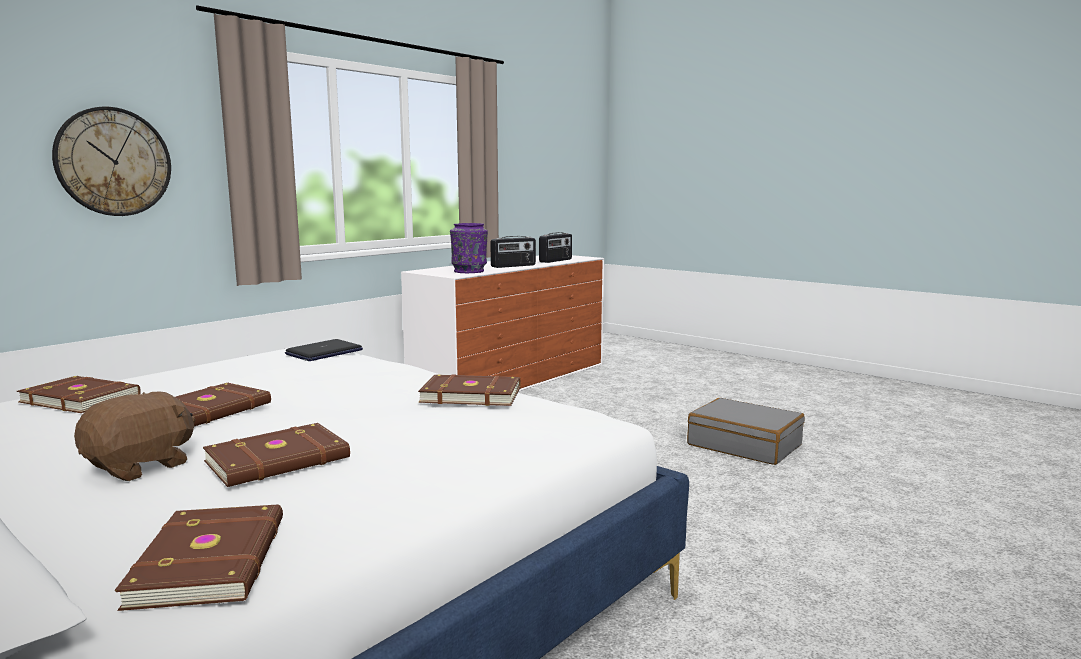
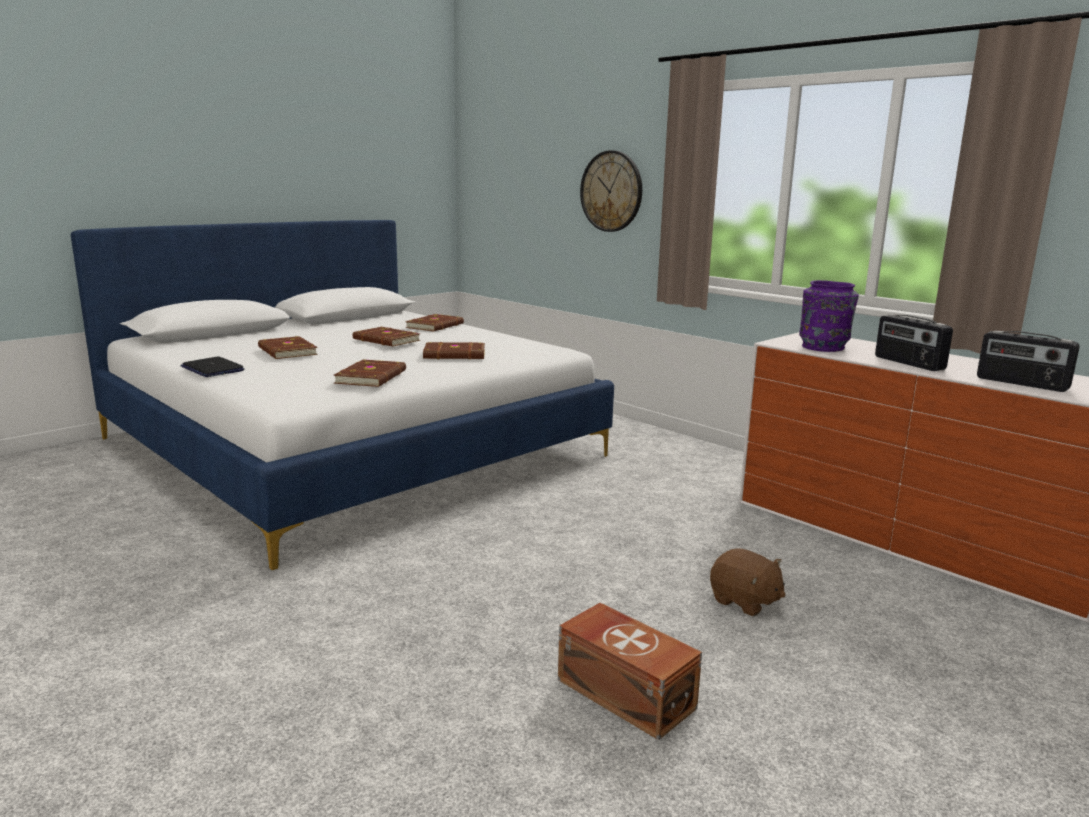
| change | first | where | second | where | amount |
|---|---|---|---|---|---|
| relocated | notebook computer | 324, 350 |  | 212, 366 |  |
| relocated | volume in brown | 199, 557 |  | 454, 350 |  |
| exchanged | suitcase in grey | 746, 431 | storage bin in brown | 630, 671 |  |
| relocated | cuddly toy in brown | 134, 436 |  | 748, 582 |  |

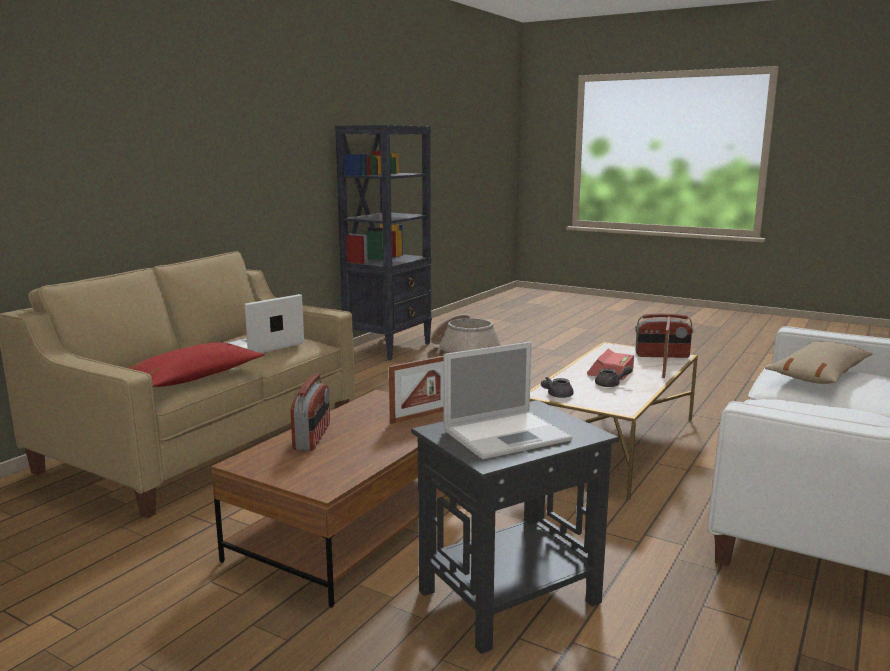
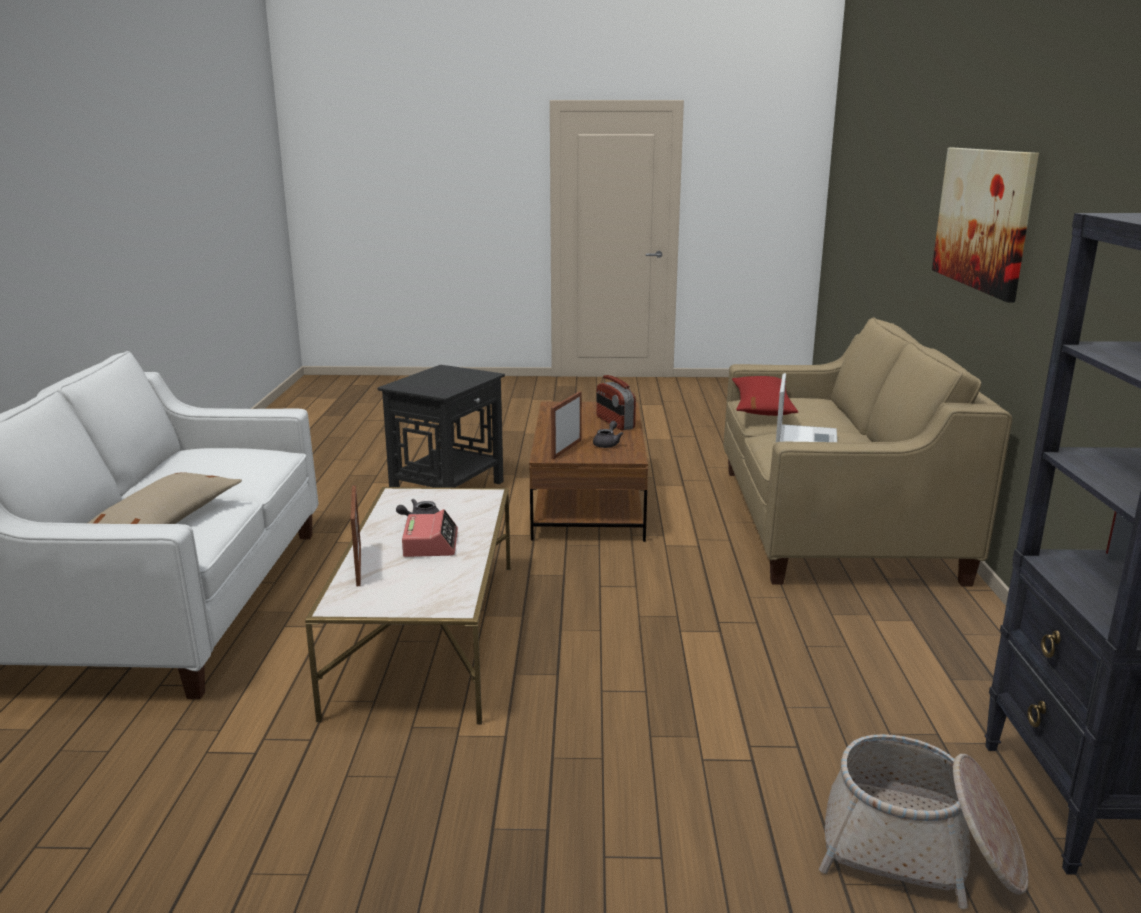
| change | first | where | second | where | amount |
|---|---|---|---|---|---|
| relocated | pot for tea in grey | 557, 387 |  | 608, 434 |  |
| appeared |  |  | wall picture | 985, 225 |  |
| missing | notebook computer | 508, 401 |  |  |  |
| missing | radio set | 664, 336 |  |  |  |

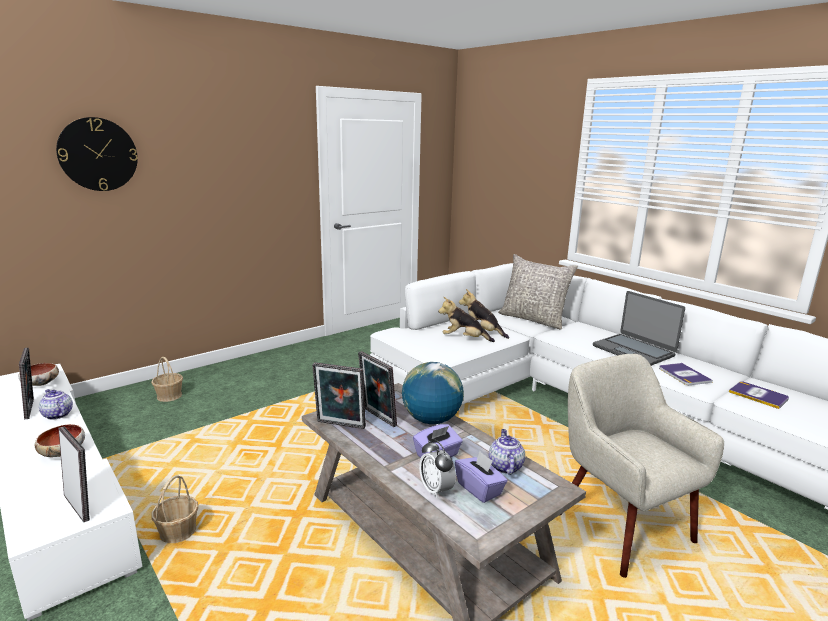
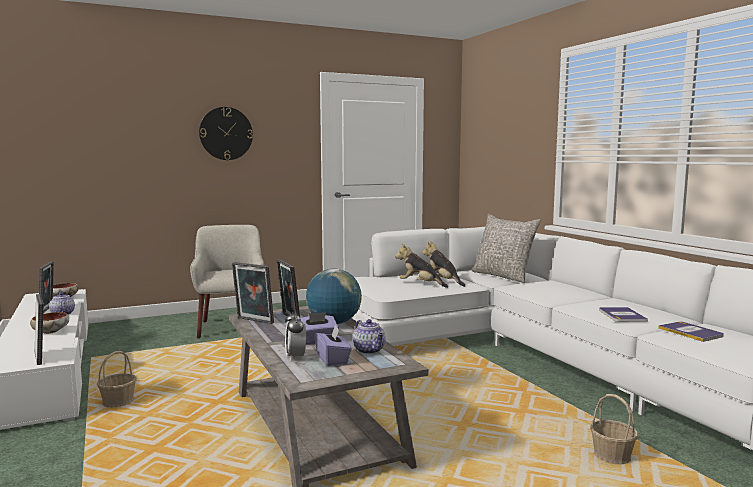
| change | first | where | second | where | amount |
|---|---|---|---|---|---|
| relocated | easy chair in sand-coloured | 642, 466 |  | 227, 281 |  |
| relocated | hanging clock | 97, 154 |  | 226, 133 |  |
| spun | pot for tea | 507, 452 |  | 369, 336 | 135 degrees clockwise |
| relocated | household basket | 167, 379 |  | 614, 429 |  |
| missing | notebook computer | 639, 328 |  |  |  |

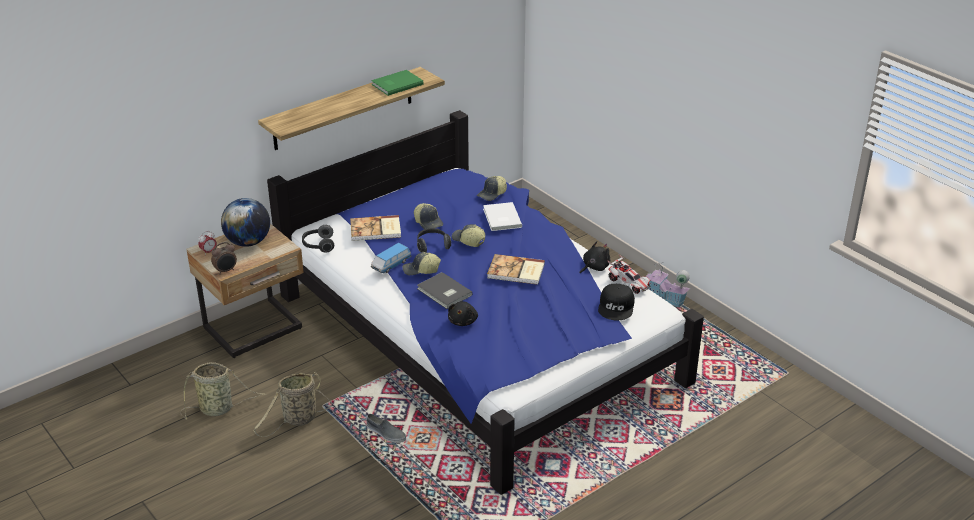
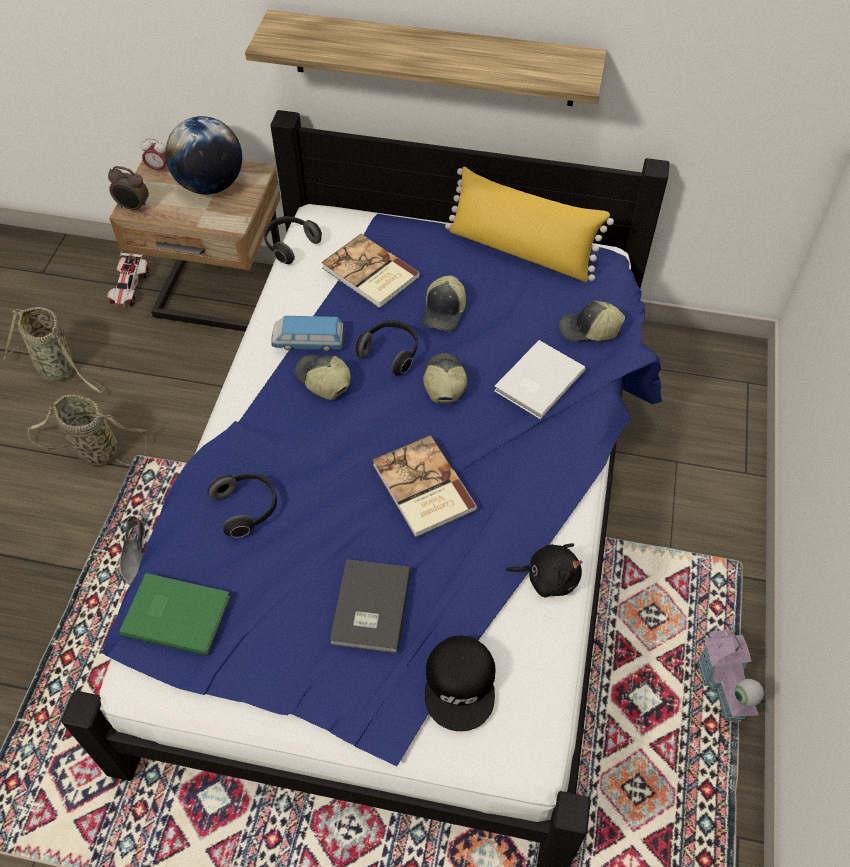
| change | first | where | second | where | amount |
|---|---|---|---|---|---|
| relocated | toy car | 629, 274 |  | 128, 279 |  |
| relocated | volume in green | 397, 83 |  | 175, 614 |  |
| exchanged | cuddly toy in black-coloured | 463, 313 | pair of headphones | 242, 505 |  |
| relocated | volume in grey | 445, 290 |  | 370, 606 |  |
| spun | cap in black-coloured | 616, 302 |  | 460, 683 | 60 degrees counterclockwise |
| appeared |  |  | cushion in yellow-coloured | 529, 224 |  |

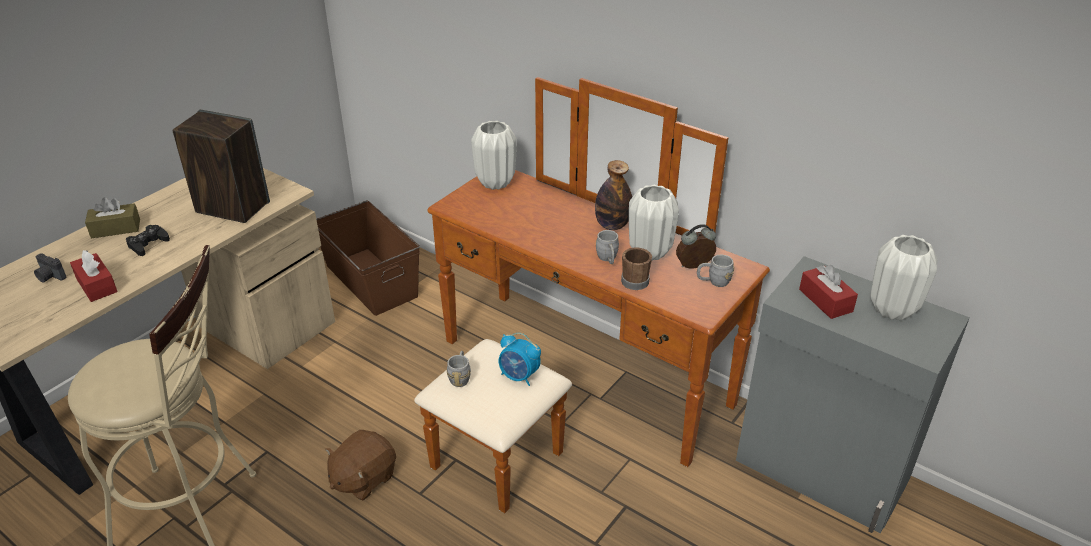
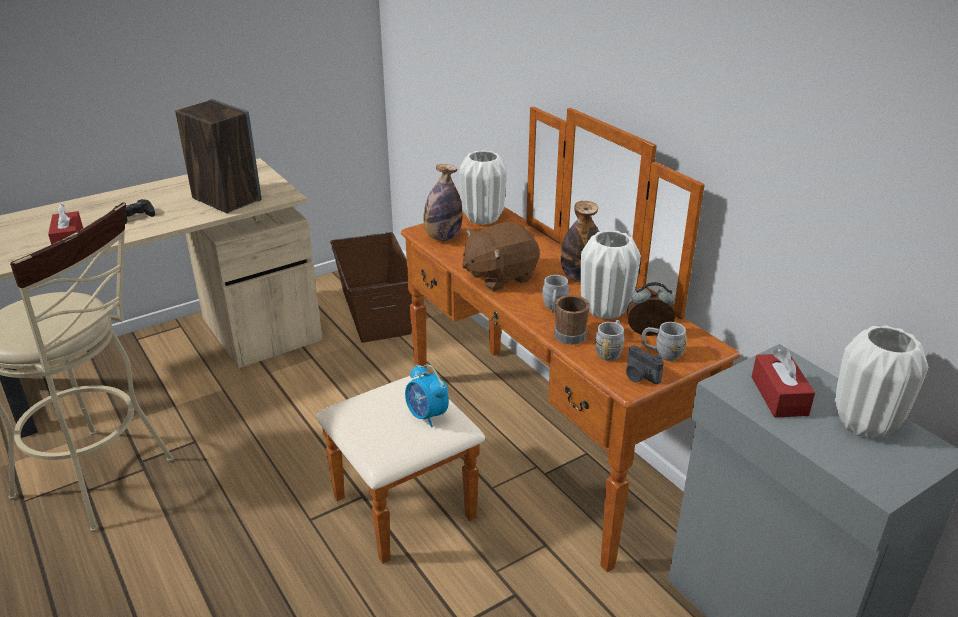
| change | first | where | second | where | amount |
|---|---|---|---|---|---|
| appeared |  |  | bottle | 443, 202 |  |
| relocated | cuddly toy in brown | 360, 465 |  | 500, 256 |  |
| relocated | coffee mug in grey | 459, 369 |  | 609, 340 |  |
| relocated | still camera | 50, 268 |  | 645, 364 |  |
| missing | tissue holder in brown | 112, 217 |  |  |  |

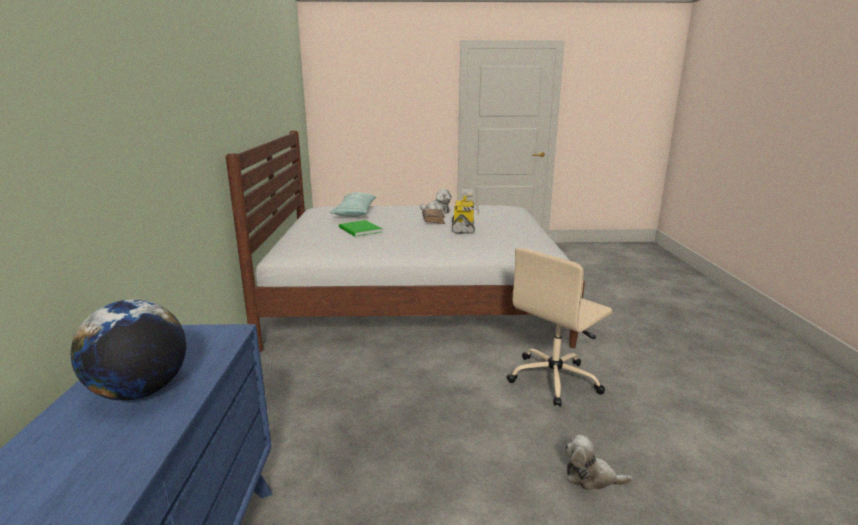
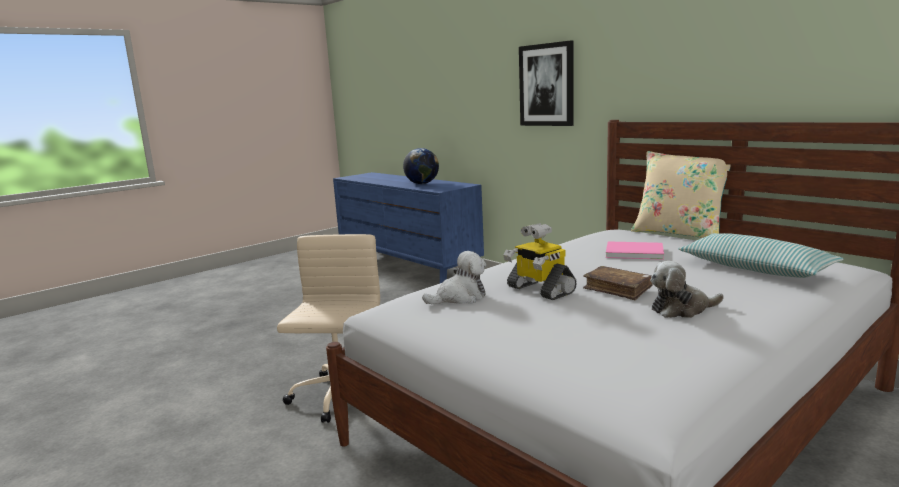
| change | first | where | second | where | amount |
|---|---|---|---|---|---|
| relocated | cuddly toy | 599, 463 |  | 454, 277 |  |
| appeared |  |  | wall picture | 546, 83 |  |
| colour | volume in green | 360, 228 | volume in pink-coloured | 635, 250 |  |
| appeared |  |  | cushion in sand-coloured | 680, 194 |  |

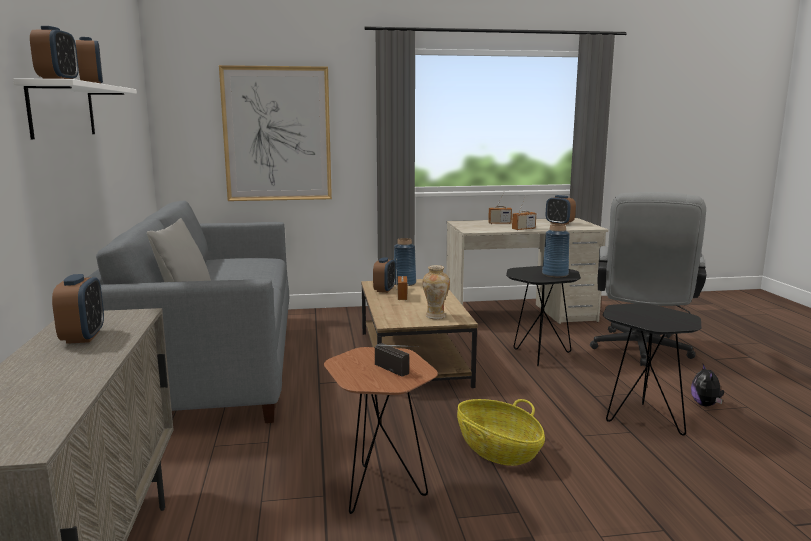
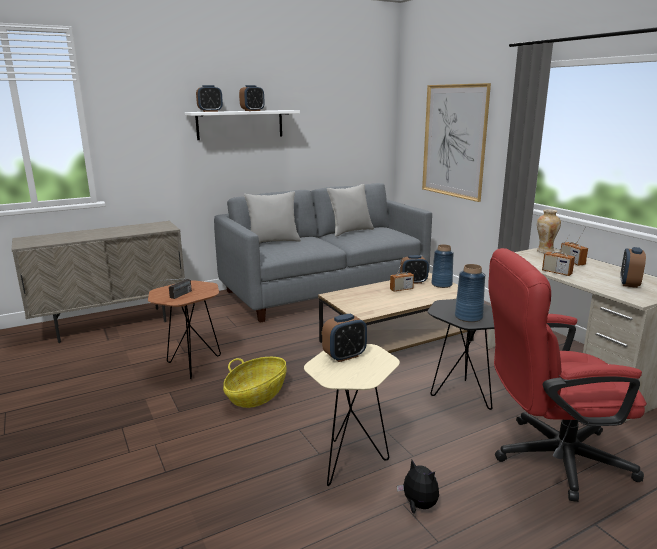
| change | first | where | second | where | amount |
|---|---|---|---|---|---|
| colour | end table in black-coloured | 652, 369 | end table in sand-coloured | 352, 415 |  |
| relocated | table clock | 78, 309 |  | 344, 338 |  |
| appeared |  |  | cushion in grey | 350, 210 |  |
| spun | cuddly toy | 707, 385 |  | 418, 487 | 60 degrees clockwise |
| colour | computer chair in grey | 648, 279 | computer chair in reddish | 567, 375 |  |
| relocated | vase | 436, 292 |  | 549, 231 |  |

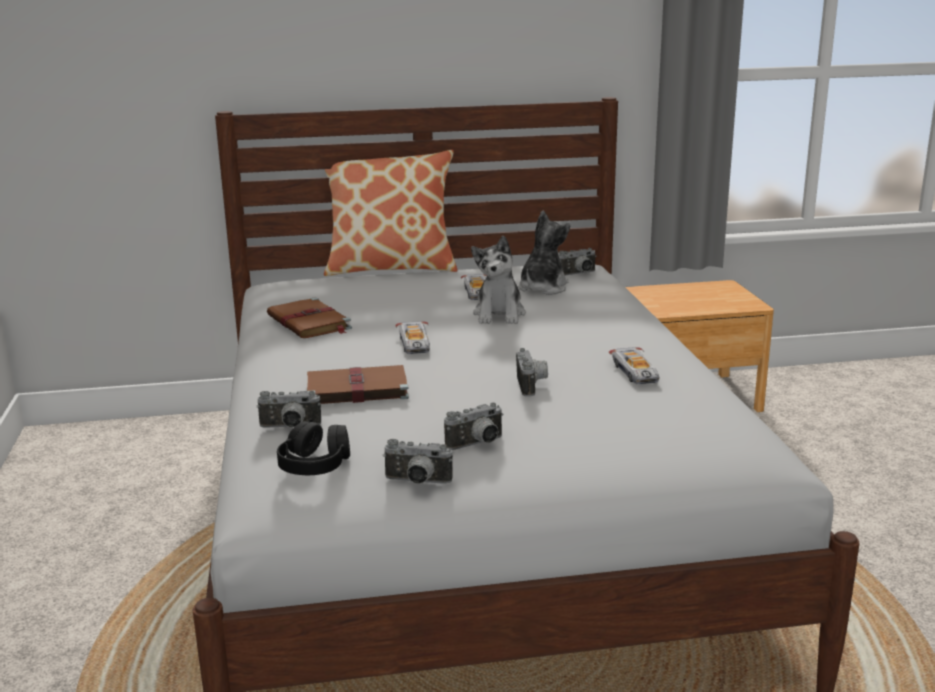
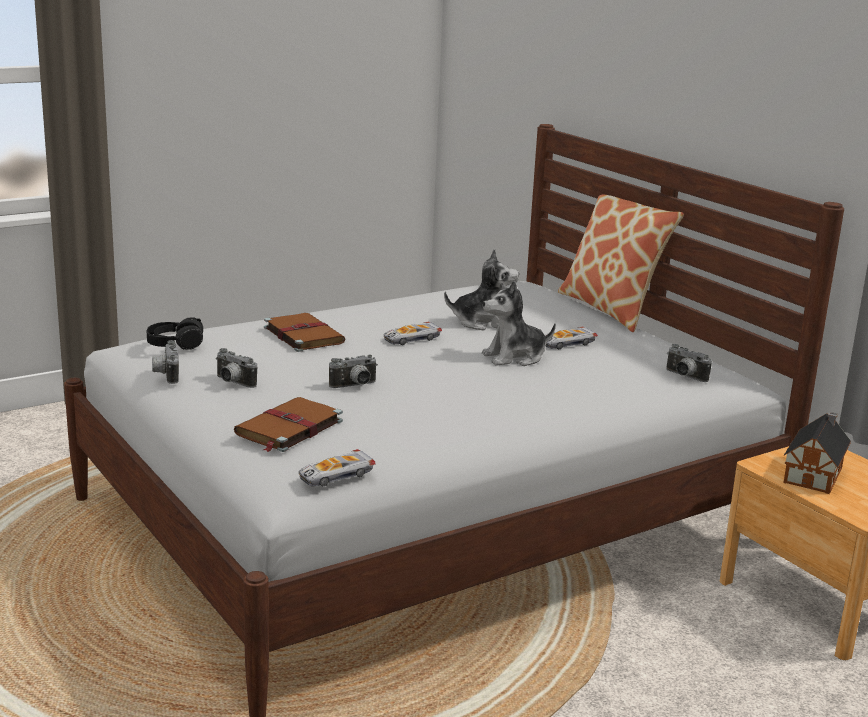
| change | first | where | second | where | amount |
|---|---|---|---|---|---|
| relocated | volume in brown | 309, 317 |  | 288, 424 |  |
| relocated | toy car | 634, 365 |  | 337, 468 |  |
| relocated | cuddly toy | 544, 252 |  | 481, 289 |  |
| appeared |  |  | model house | 817, 453 |  |
| missing | still camera | 289, 409 |  |  |  |

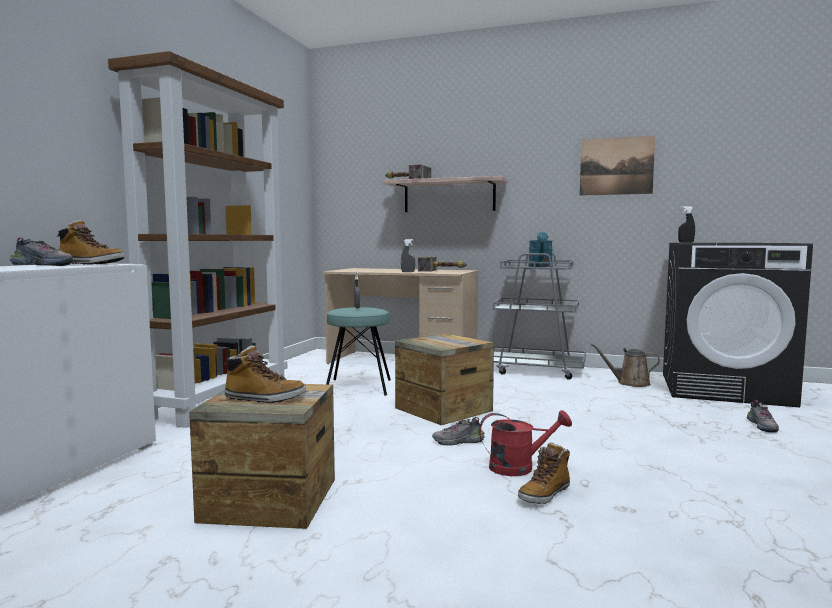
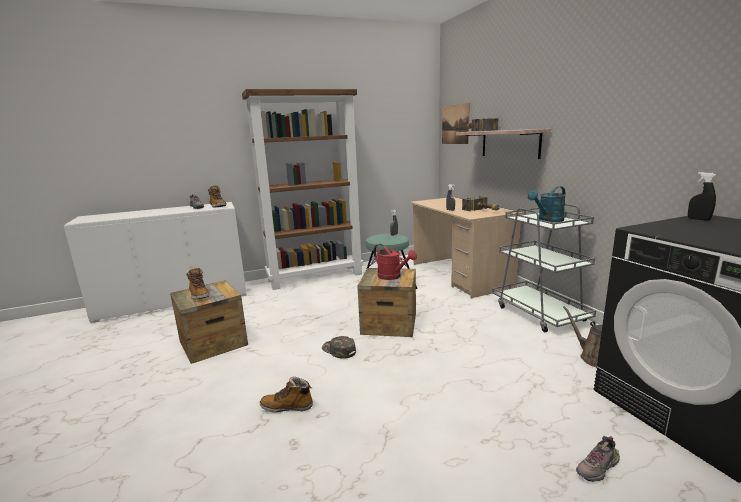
| change | first | where | second | where | amount |
|---|---|---|---|---|---|
| exchanged | shoe | 458, 431 | cap in green | 339, 347 |  |
| relocated | sprinkling can in reddish | 525, 443 |  | 395, 262 |  |
| relocated | wall picture | 617, 166 |  | 456, 123 |  |

